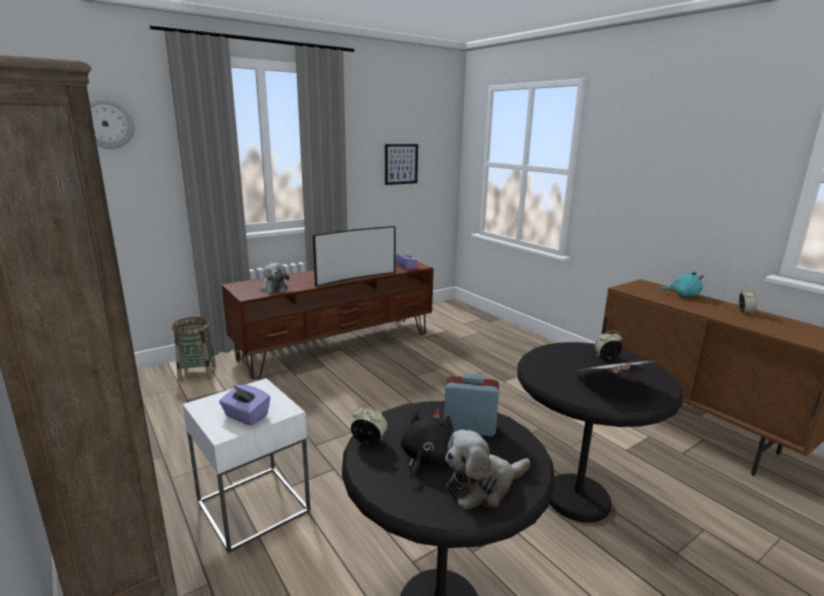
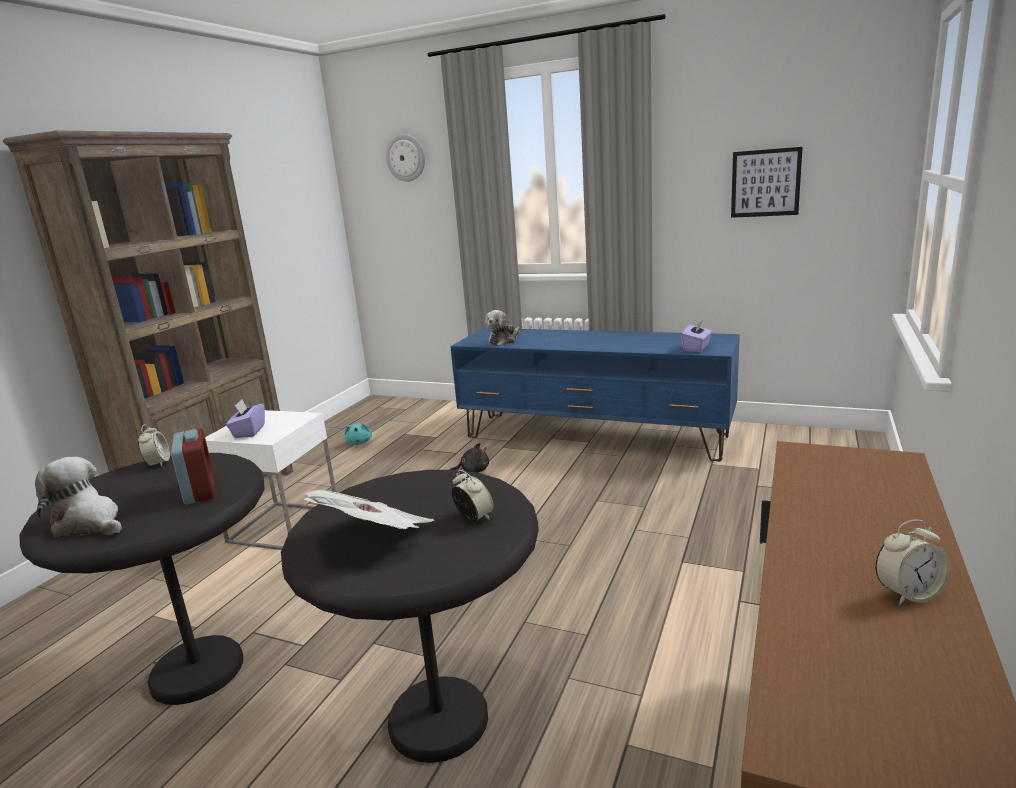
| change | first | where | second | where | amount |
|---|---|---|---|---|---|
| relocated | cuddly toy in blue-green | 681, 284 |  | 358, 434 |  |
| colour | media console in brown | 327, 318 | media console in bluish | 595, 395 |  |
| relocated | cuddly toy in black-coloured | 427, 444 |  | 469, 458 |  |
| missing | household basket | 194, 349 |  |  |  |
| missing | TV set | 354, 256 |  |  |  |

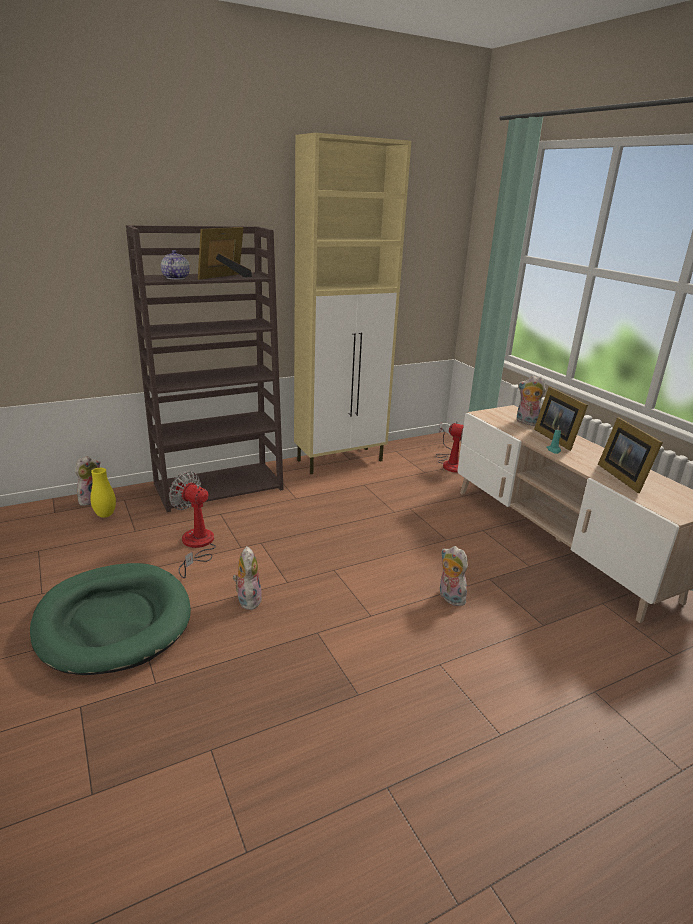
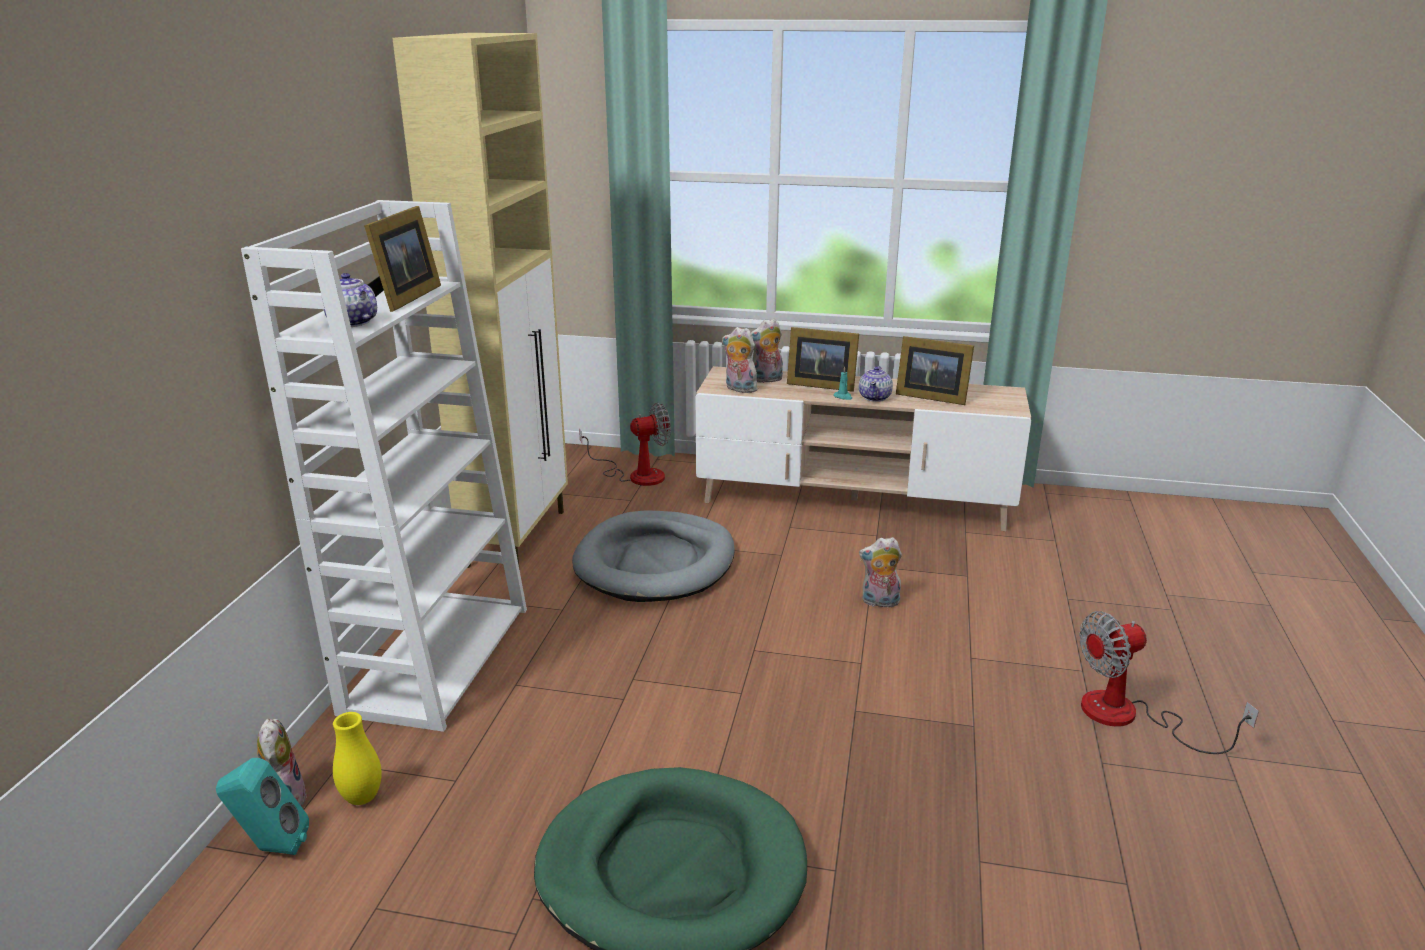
| change | first | where | second | where | amount |
|---|---|---|---|---|---|
| appeared |  |  | audio speaker in blue-green | 262, 806 |  |
| colour | bookshelf in brown | 205, 368 | bookshelf in whitish | 384, 466 |  |
| spun | standing frame | 225, 253 |  | 402, 259 | 150 degrees counterclockwise |
| appeared |  |  | dog cushion in grey | 653, 556 |  |
| relocated | cuddly toy | 247, 578 |  | 740, 360 |  |
| appeared |  |  | pot for tea | 876, 384 |  |
| relocated | electric fan | 192, 524 |  | 1169, 682 |  |

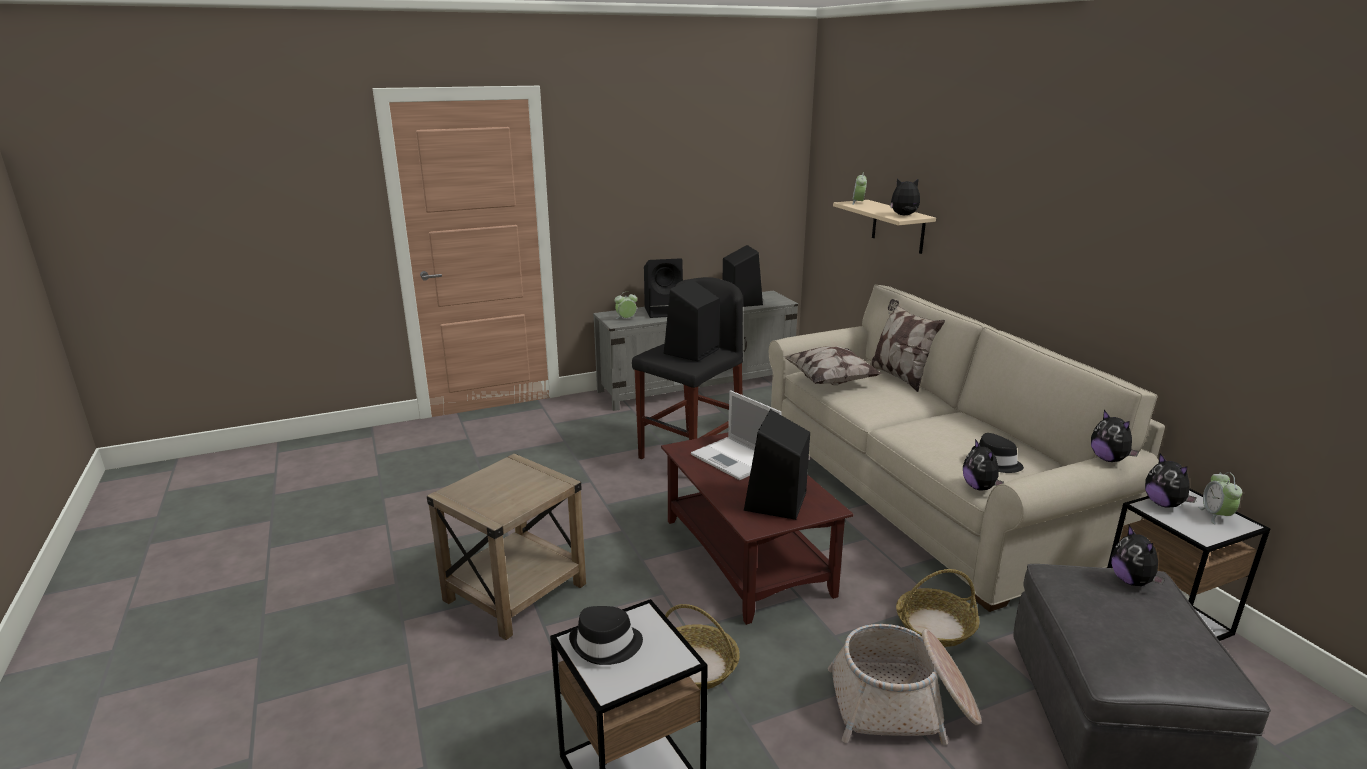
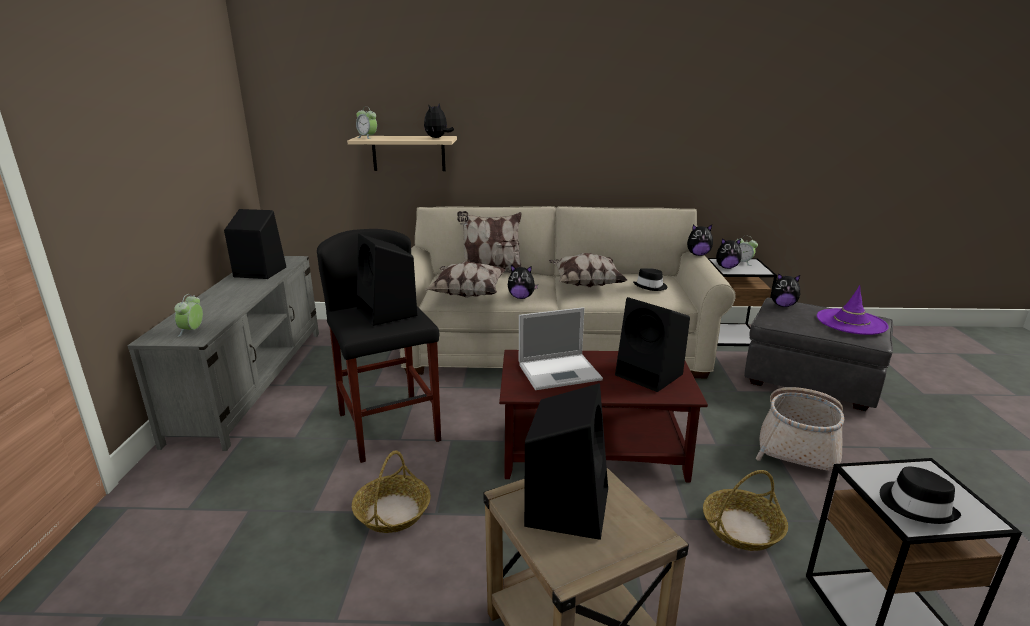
| change | first | where | second | where | amount |
|---|---|---|---|---|---|
| relocated | household basket | 938, 608 |  | 391, 491 |  |
| relocated | cuddly toy | 983, 465 |  | 523, 282 |  |
| relocated | audio speaker in black-coloured | 663, 288 |  | 566, 461 |  |
| appeared |  |  | cushion | 588, 270 |  |
| appeared |  |  | clothing hat in purple | 853, 310 |  |

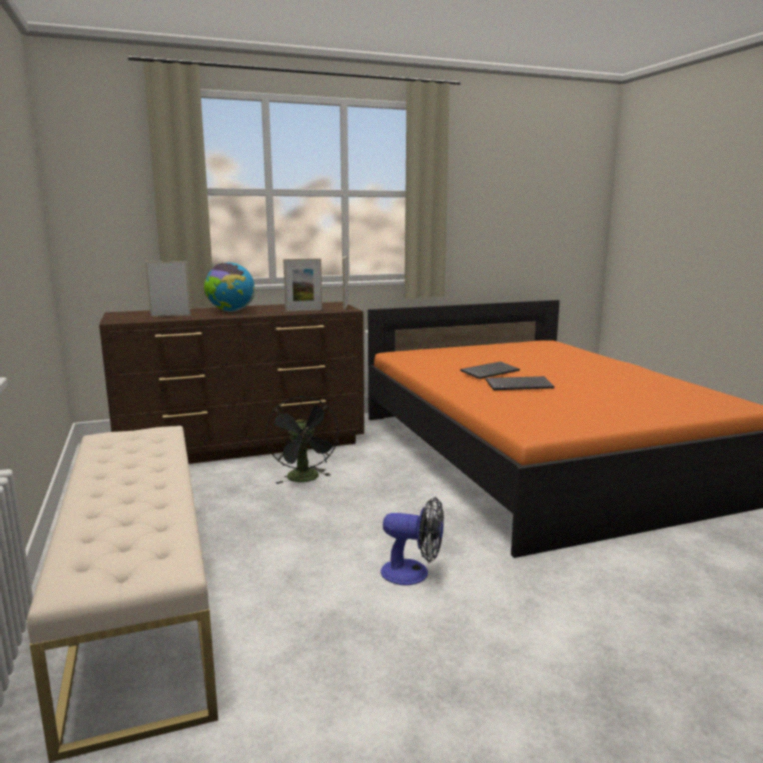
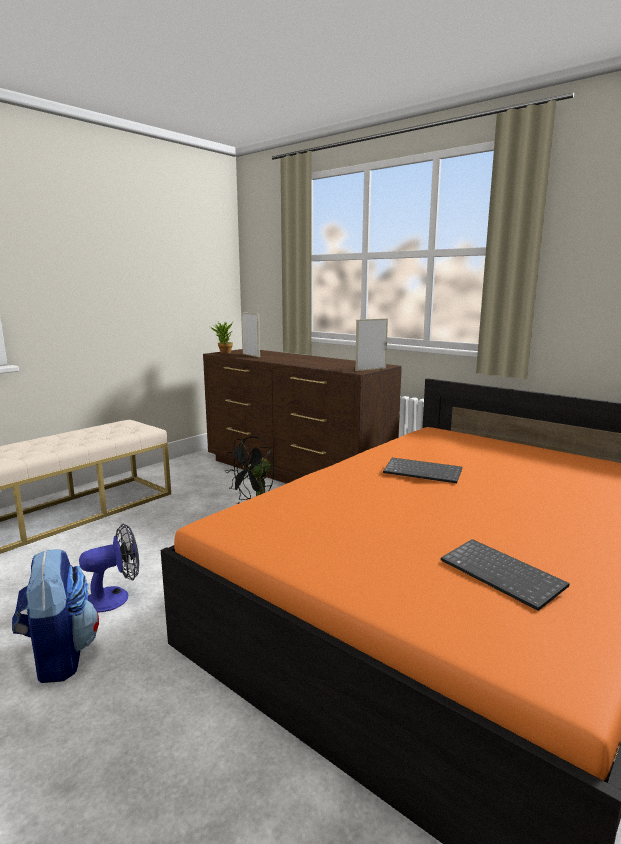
| change | first | where | second | where | amount |
|---|---|---|---|---|---|
| appeared |  |  | rucksack | 55, 616 |  |
| spun | electric fan | 412, 541 |  | 109, 568 | 105 degrees counterclockwise |
| appeared |  |  | plant in a pot | 221, 337 |  |
| relocated | PC keyboard | 519, 383 |  | 505, 575 |  |
| missing | desk globe | 229, 287 |  |  |  |
| missing | standing frame | 302, 285 |  |  |  |

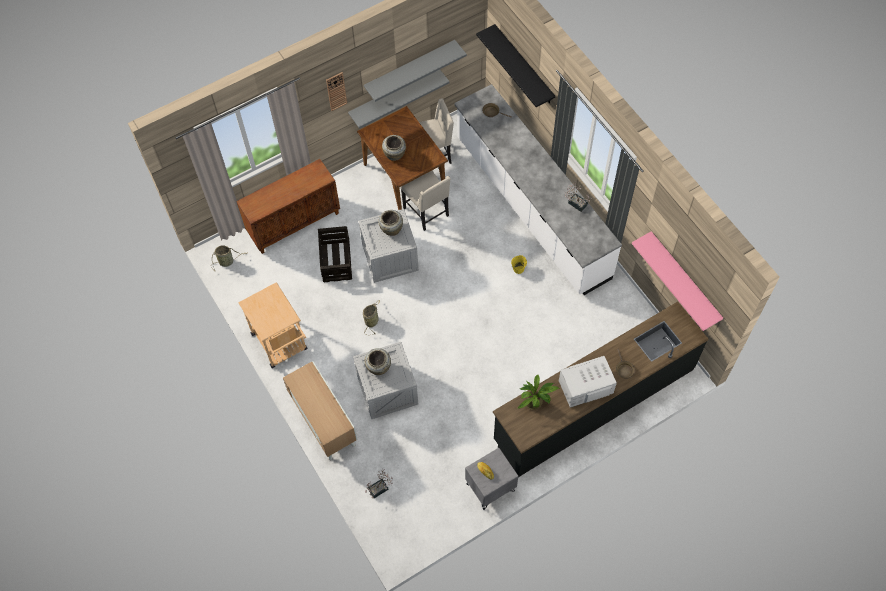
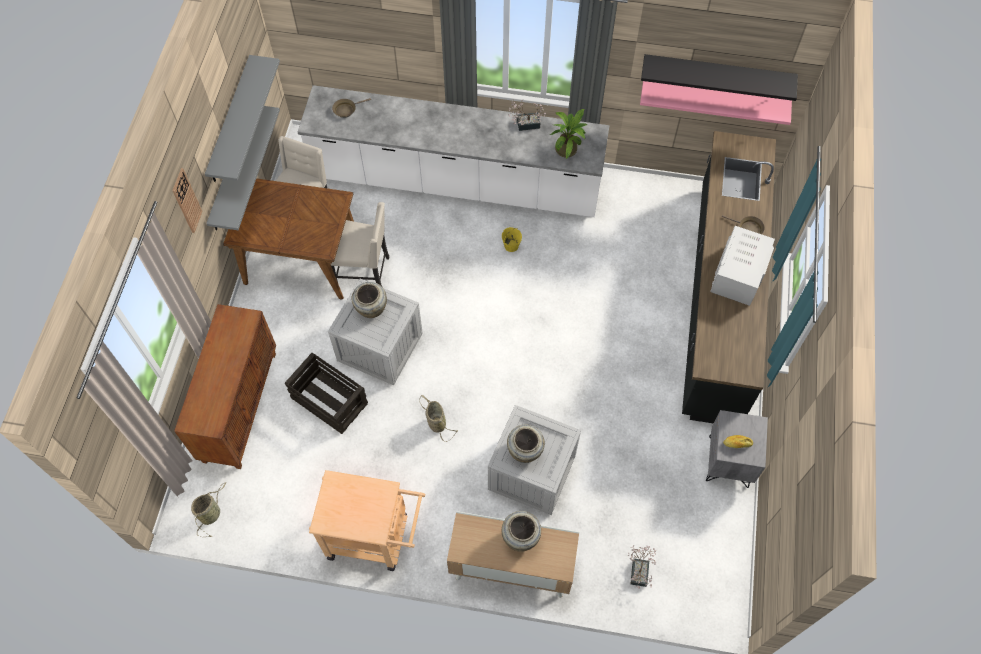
| change | first | where | second | where | amount |
|---|---|---|---|---|---|
| relocated | vase in sand-coloured | 394, 148 |  | 521, 531 |  |
| relocated | plant in a pot | 538, 392 |  | 569, 134 |  |
| relocated | shelf in black-coloured | 515, 65 |  | 719, 77 |  |

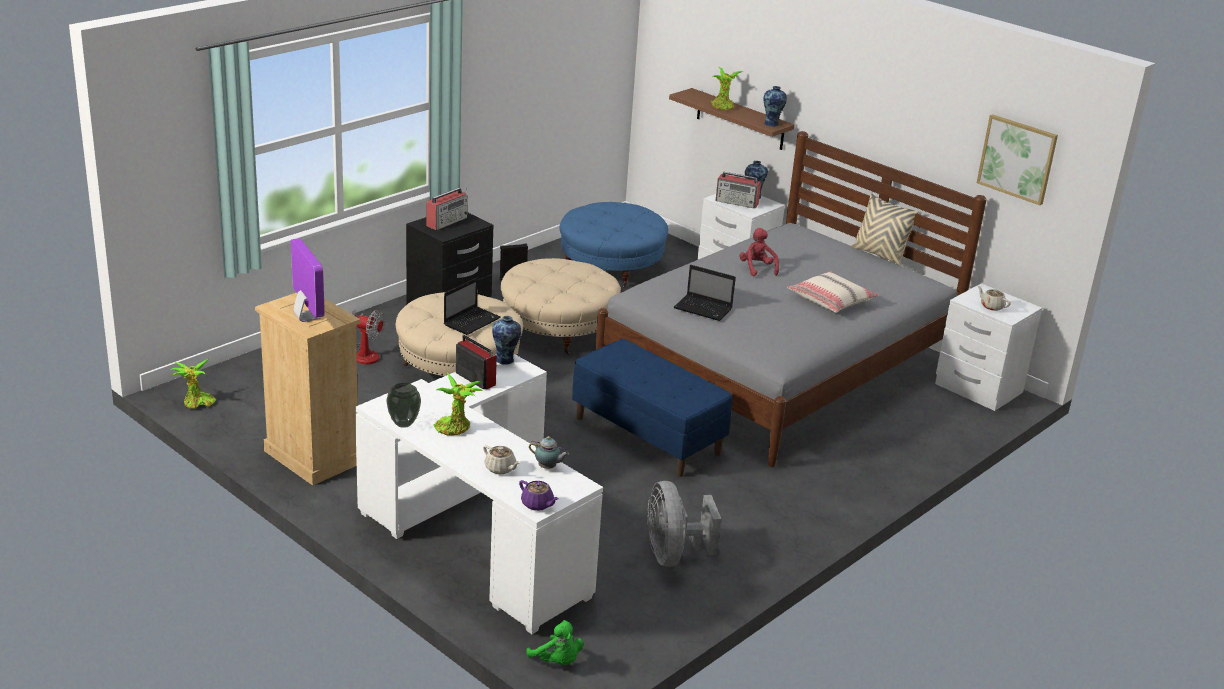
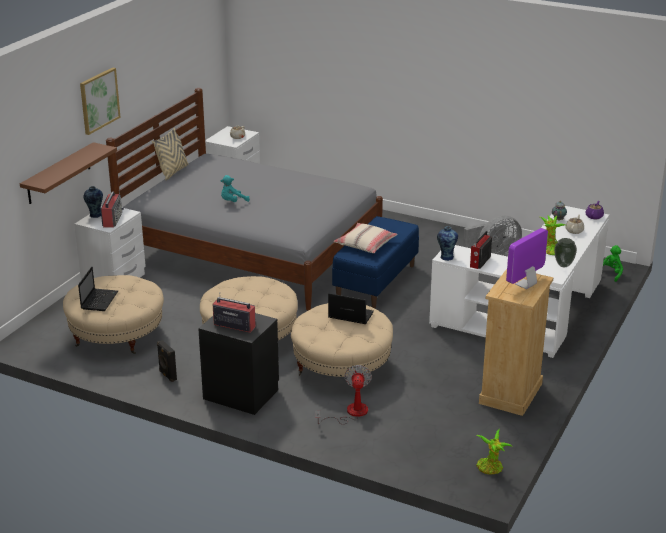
| change | first | where | second | where | amount |
|---|---|---|---|---|---|
| colour | footrest in bluish | 613, 245 | footrest in sand-coloured | 113, 314 |  |
| relocated | notebook computer | 705, 293 |  | 98, 289 |  |
| relocated | wall picture | 1017, 159 |  | 100, 101 |  |
| colour | cuddly toy in reddish | 759, 252 | cuddly toy in blue-green | 235, 188 |  |
| relocated | cushion in sand-coloured | 833, 292 |  | 365, 238 |  |
| missing | plant in a pot | 727, 88 |  |  |  |
| missing | vase | 775, 106 |  |  |  |

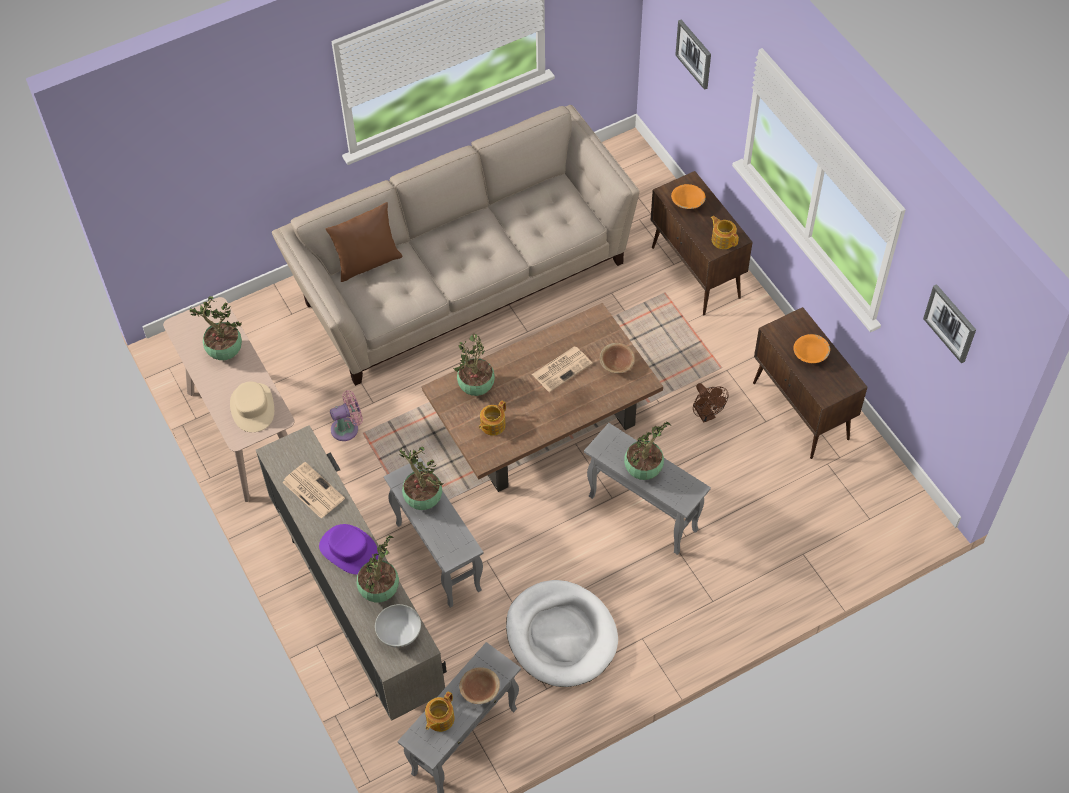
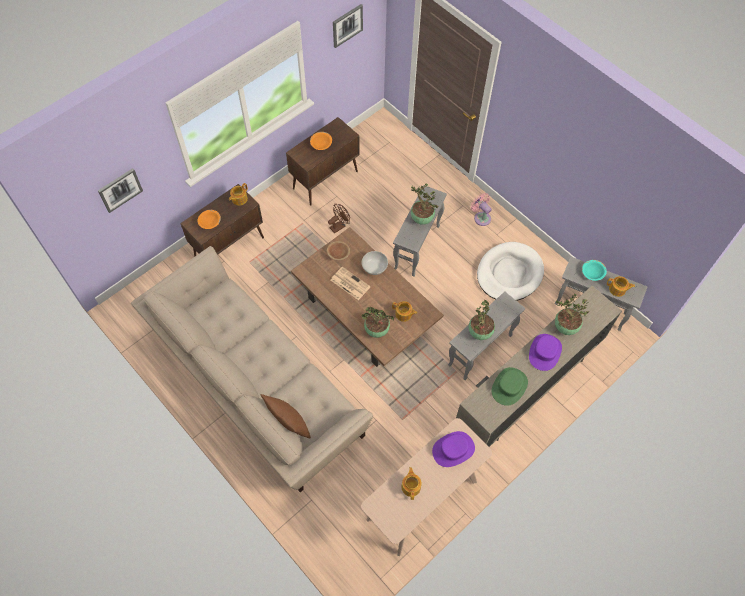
| change | first | where | second | where | amount |
|---|---|---|---|---|---|
| relocated | serving bowl in whitish | 398, 626 |  | 375, 263 |  |
| exchanged | plant in a pot | 215, 328 | pot for tea | 411, 483 |  |
| colour | clothing hat in sand-coloured | 252, 407 | clothing hat in purple | 453, 449 |  |
| relocated | electric fan in pink-coloured | 346, 415 |  | 481, 209 |  |
| exchanged | printed paper | 313, 490 | clothing hat in green | 510, 386 |  |
| colour | serving bowl in brown | 479, 685 | serving bowl in blue-green | 594, 270 |  |

